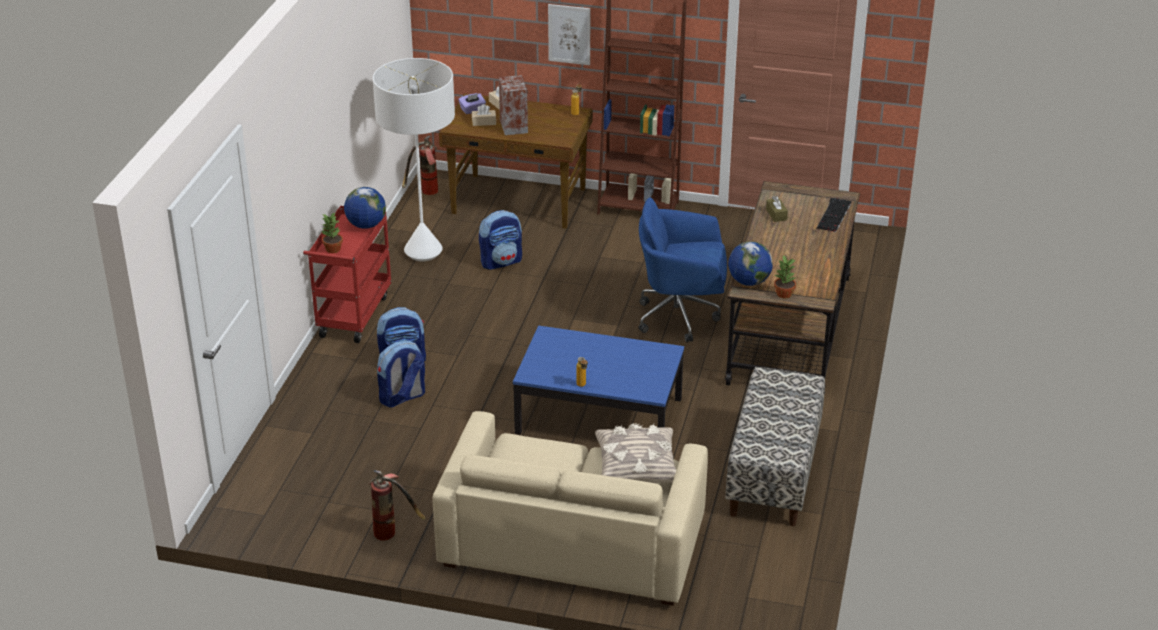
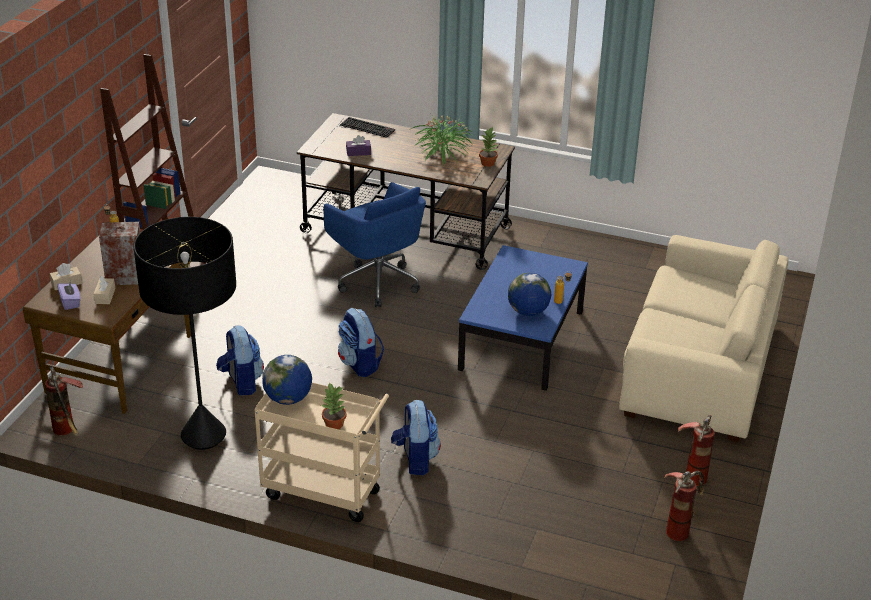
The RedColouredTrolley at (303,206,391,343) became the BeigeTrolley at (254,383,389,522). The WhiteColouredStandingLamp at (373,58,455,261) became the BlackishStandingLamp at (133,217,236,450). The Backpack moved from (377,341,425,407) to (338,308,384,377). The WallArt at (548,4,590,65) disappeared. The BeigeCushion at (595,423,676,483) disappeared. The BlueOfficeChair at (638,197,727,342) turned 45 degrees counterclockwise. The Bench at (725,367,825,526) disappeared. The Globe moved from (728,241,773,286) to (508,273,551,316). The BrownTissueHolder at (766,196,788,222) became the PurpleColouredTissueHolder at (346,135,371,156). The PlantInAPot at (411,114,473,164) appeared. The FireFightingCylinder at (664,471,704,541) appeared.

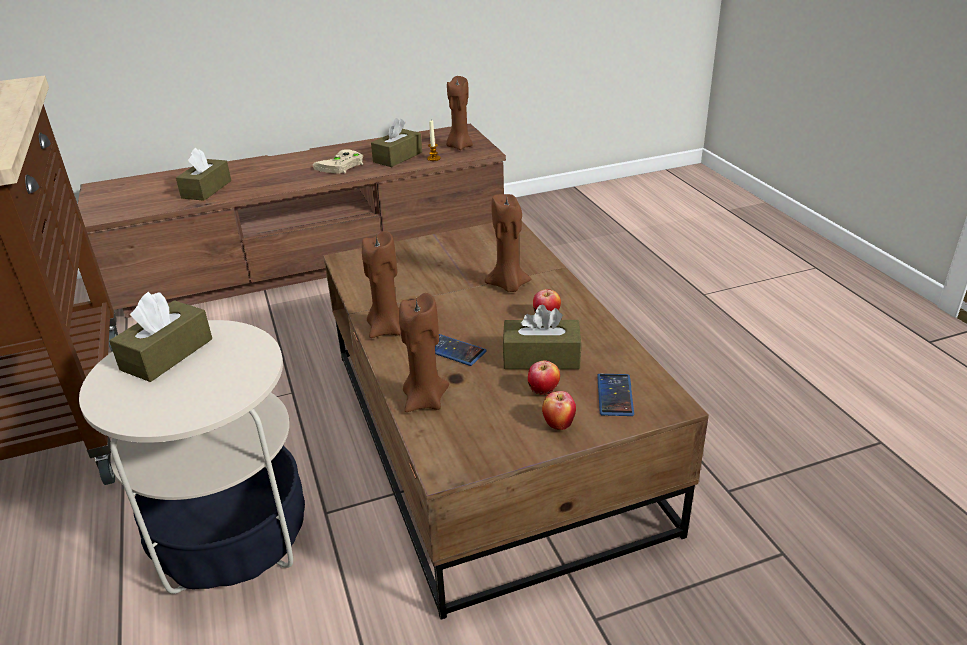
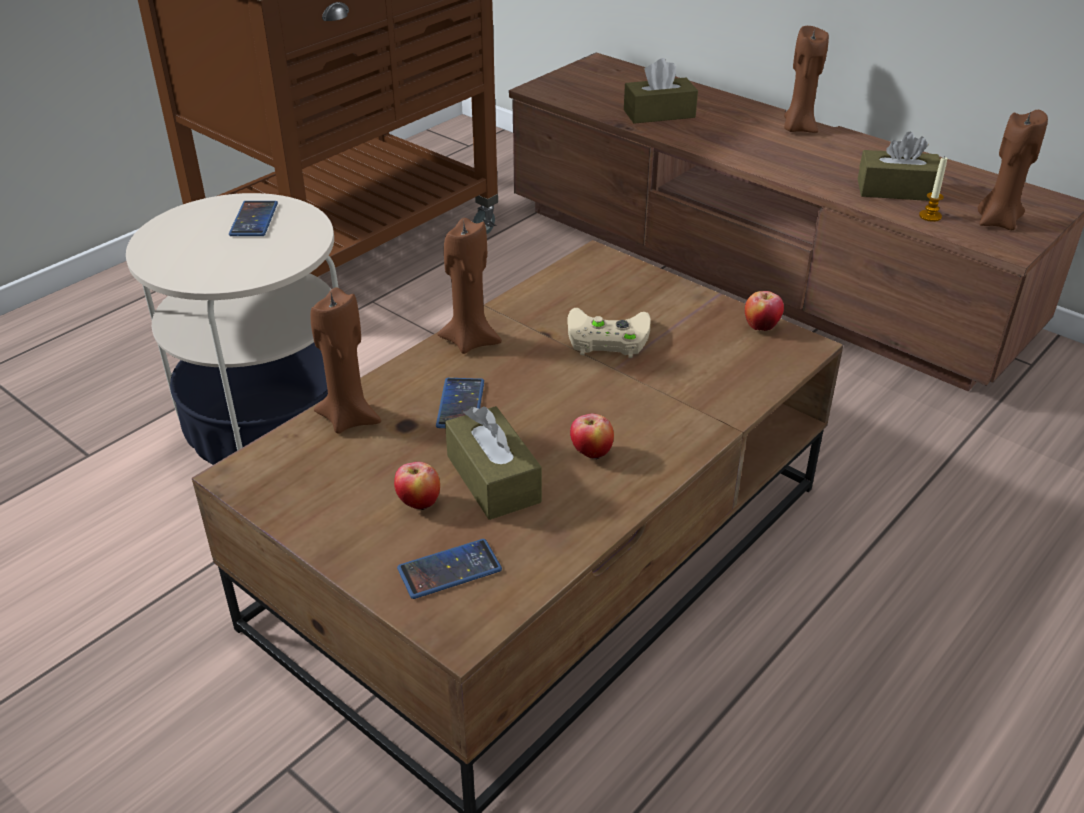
The BrownTissueHolder at (109,292,212,382) was replaced by the Phone at (229,201,278,236). The BeigeGamepad moved from (313,149,363,174) to (567,308,651,358). The BrownCandle moved from (485,194,531,292) to (784,26,829,133). The Apple moved from (542,391,576,430) to (745,291,784,331).

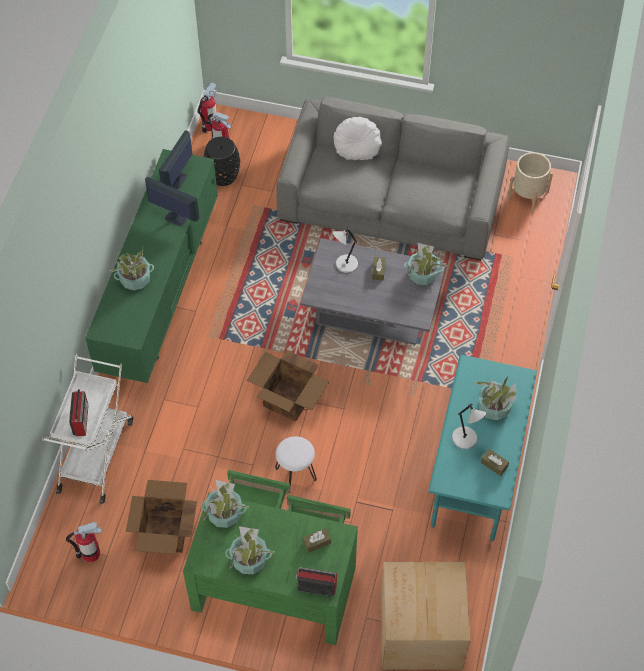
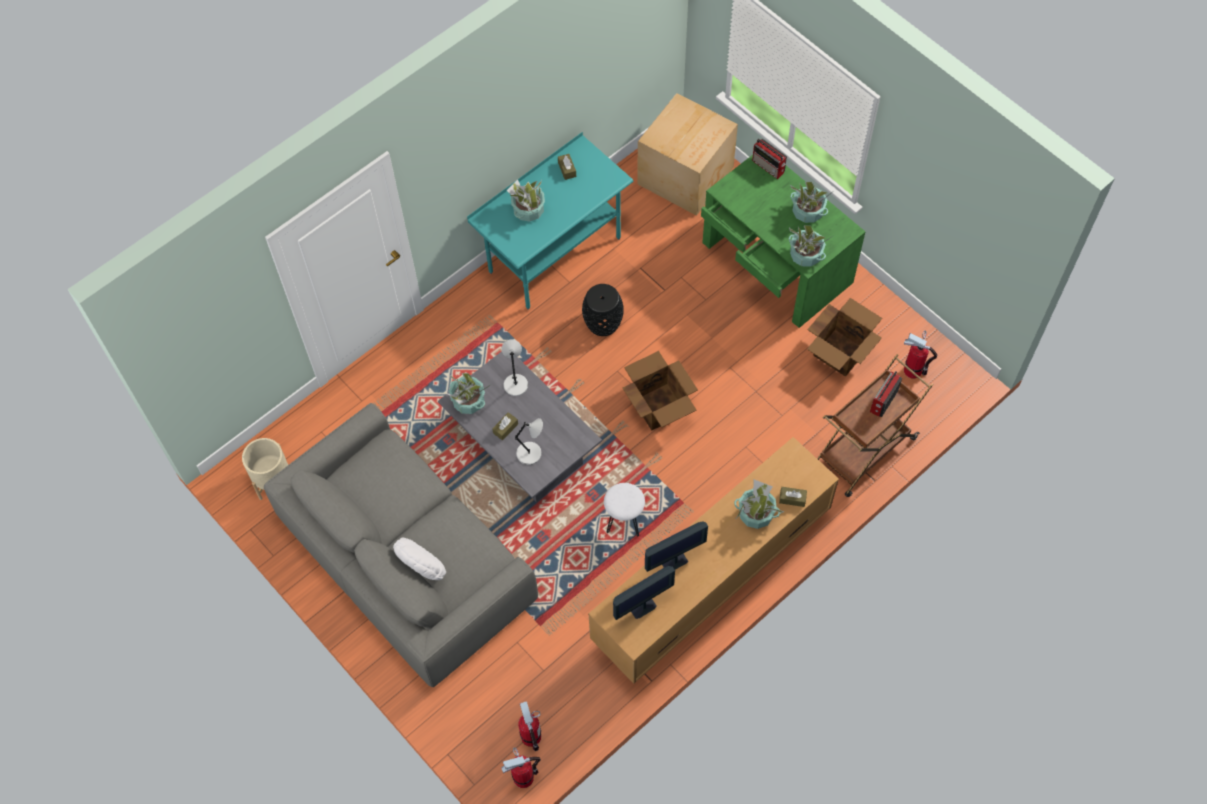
The WhiteColouredTrolley at (42,353,133,505) became the BrownTrolley at (817,354,933,497). The GreenCupboard at (85,149,218,383) became the BrownCupboard at (588,437,839,684). The ComputerScreen at (145,177,199,226) turned 90 degrees counterclockwise. The BlackishStool moved from (204,137,240,186) to (582,284,624,336). The WhiteColouredStool moved from (275,436,317,492) to (604,483,645,536). The BrownTissueHolder moved from (303,528,331,553) to (779,487,807,507). The GrayTableLamp moved from (452,403,486,449) to (501,339,528,396).

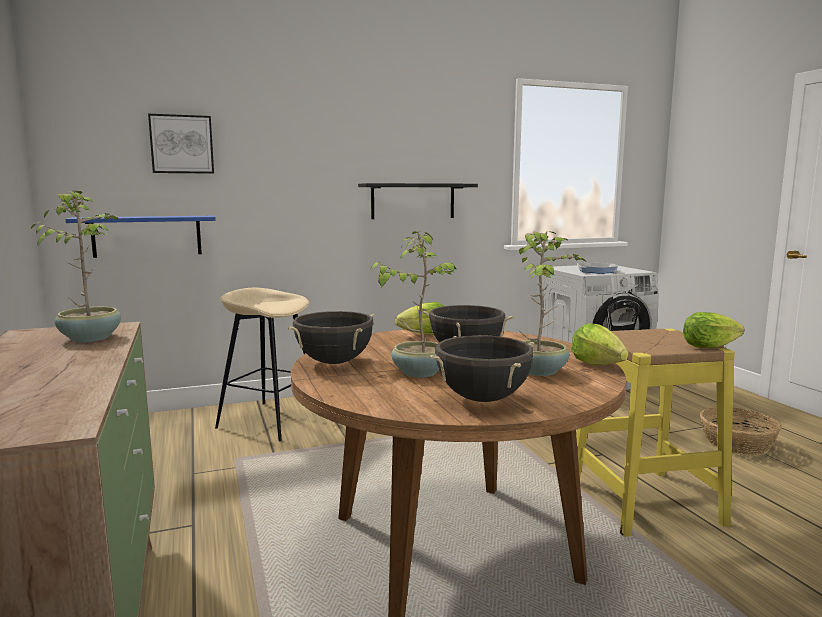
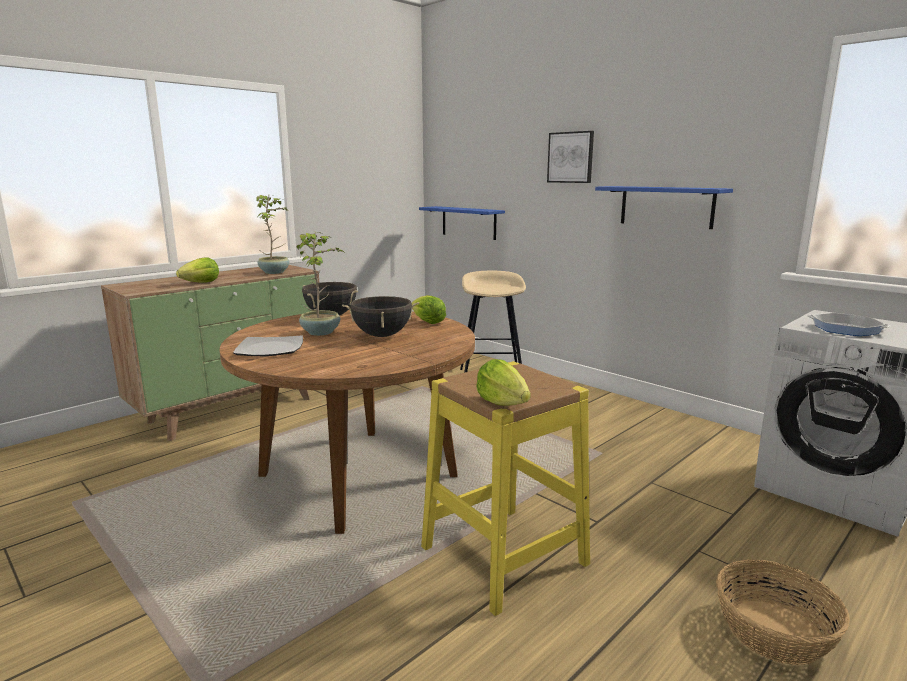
The WallArt moved from (148,114,214,174) to (547,131,594,183). The BlackishShelf at (358,183,478,219) became the BlueShelf at (595,186,733,229). The BlackishSaucepot at (430,335,534,402) was replaced by the DinnerPlate at (233,335,303,356). The PlantInAPot at (517,231,585,376) disappeared. The HeadOfLettuce moved from (571,323,629,365) to (176,257,219,283).

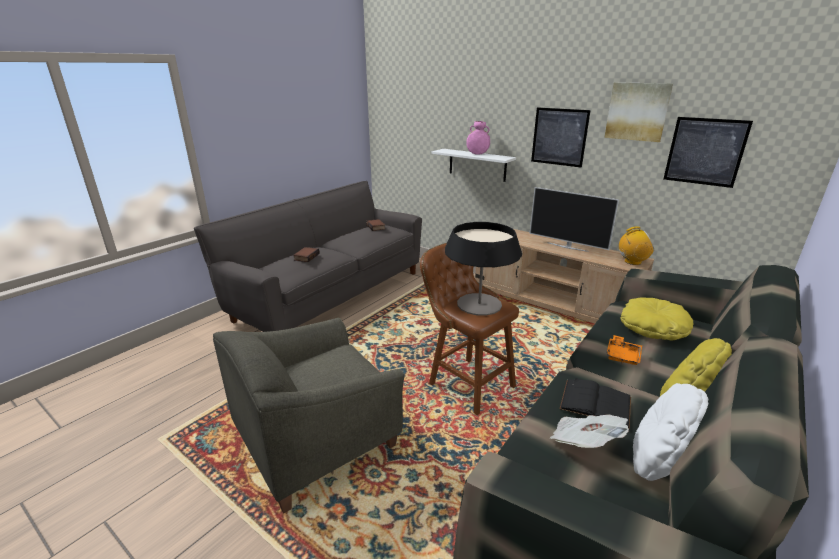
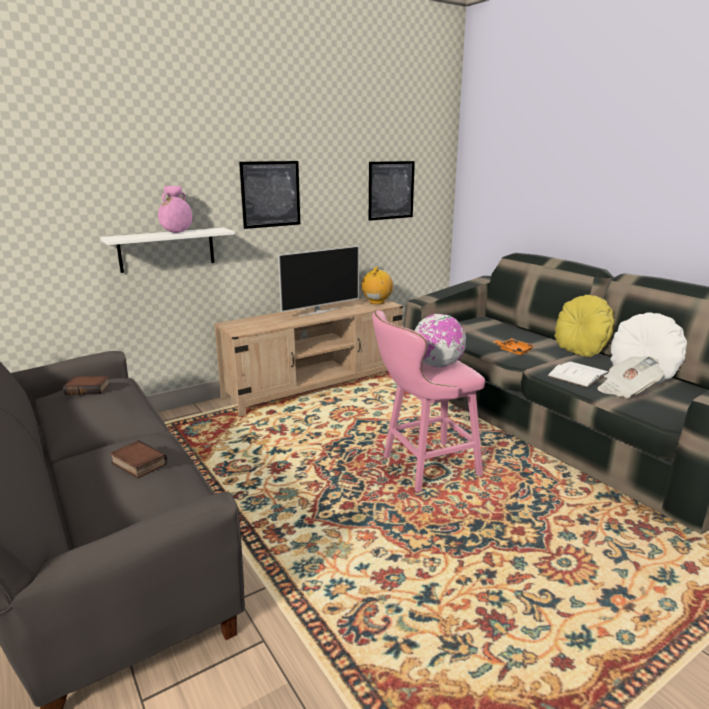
The GrayEasyChair at (213,318,404,513) disappeared. The BrownStool at (420,243,519,415) became the PinkishStool at (372,310,485,492). The TableLamp at (445,222,522,316) was replaced by the Globe at (414,314,466,367). The BlackishVolume at (560,378,631,429) became the WhiteColouredVolume at (547,361,609,388). The WallArt at (604,82,673,142) disappeared. The YellowColouredCushion at (620,298,693,340) disappeared.

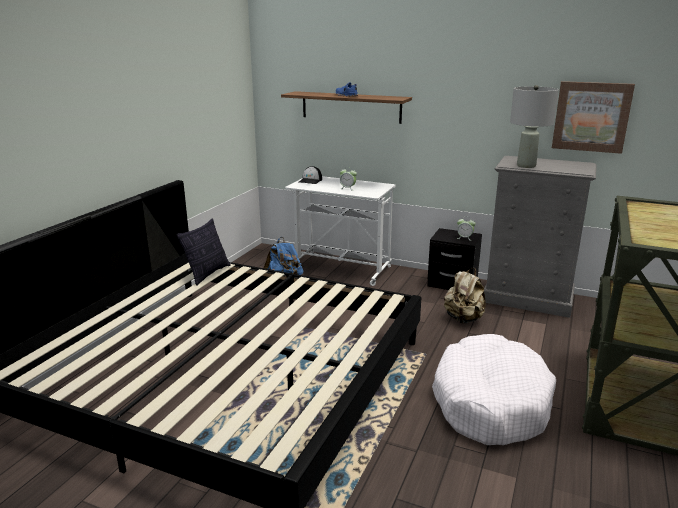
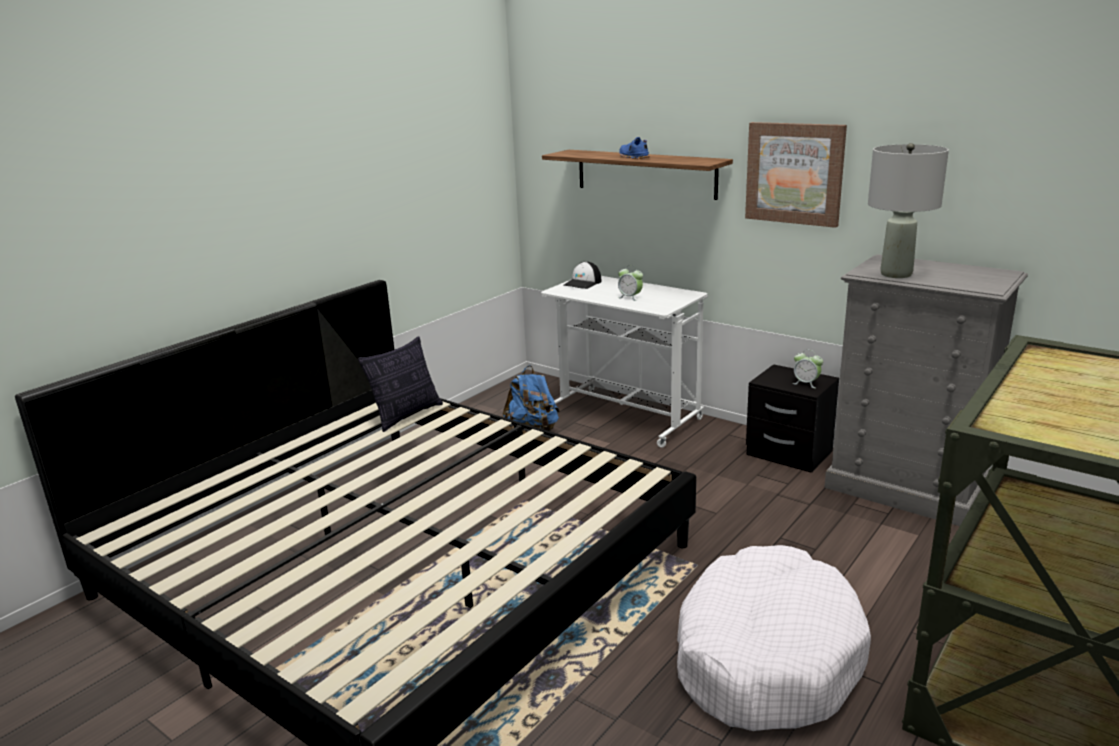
The BeigeBackpack at (444,268,486,324) disappeared. The WallArt moved from (552,81,635,154) to (745,122,847,228).

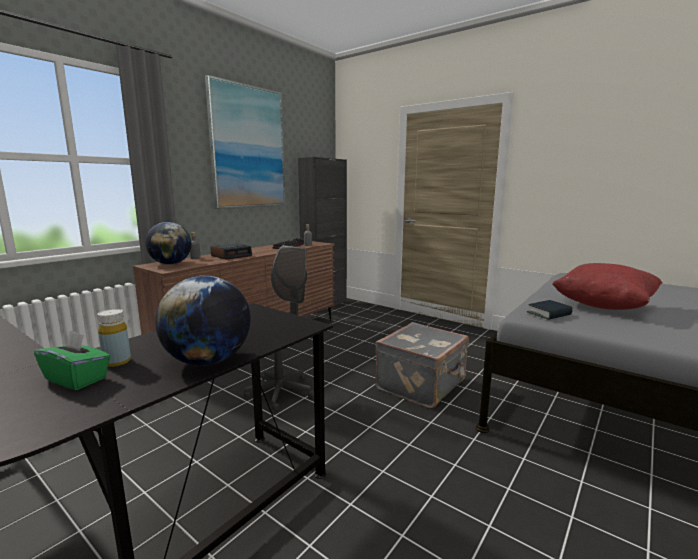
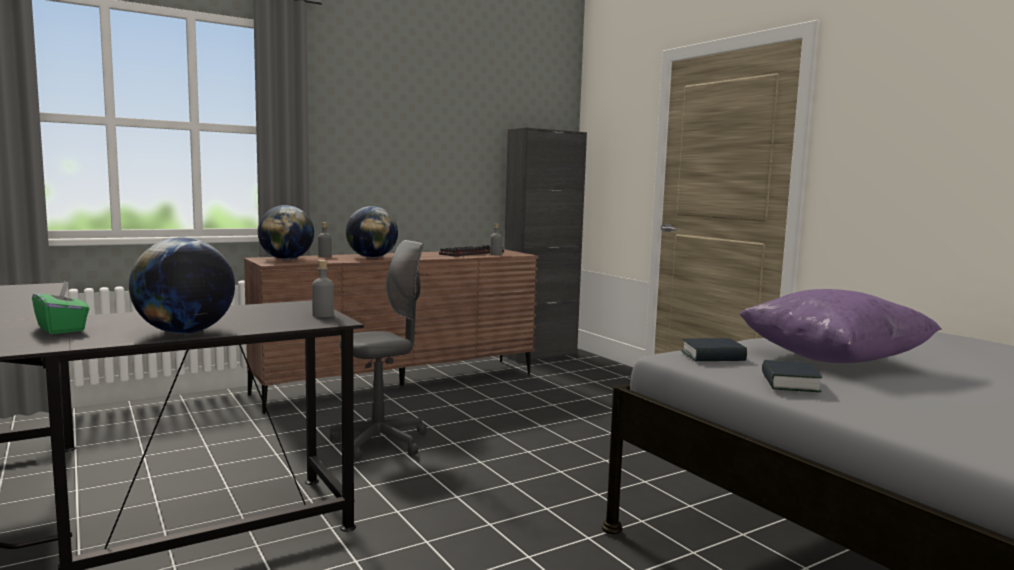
The YellowColouredBeverageBottle at (97,309,131,367) disappeared. The WallArt at (205,75,286,209) disappeared. The TableClock at (210,244,252,260) was replaced by the Globe at (346,206,398,258). The GrayPieceOfLuggage at (375,322,469,408) disappeared. The RedColouredCushion at (552,263,663,310) became the PurpleColouredCushion at (739,289,942,363). The GrayBeverageBottle at (312,260,334,317) appeared. The Volume at (762,360,822,392) appeared.

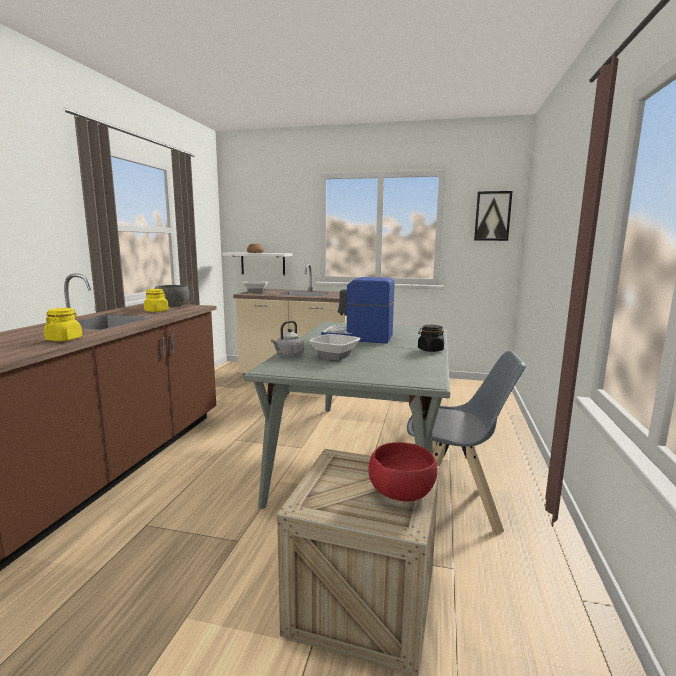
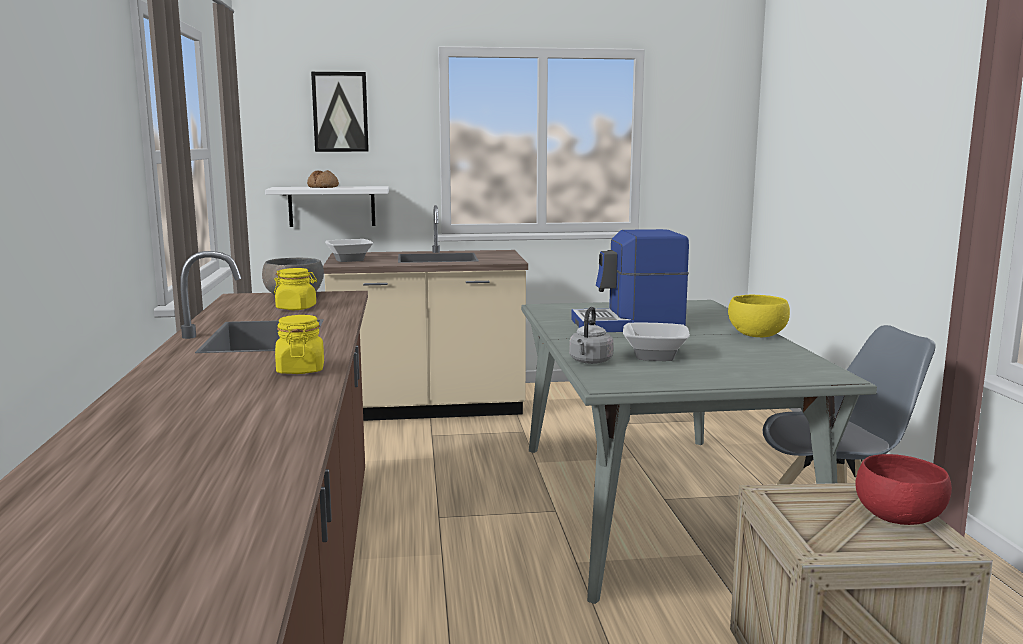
The BlackishJar at (418,325,444,352) was replaced by the YellowColouredDeepDish at (728,295,790,337). The WallArt moved from (474,191,513,241) to (311,72,369,152).

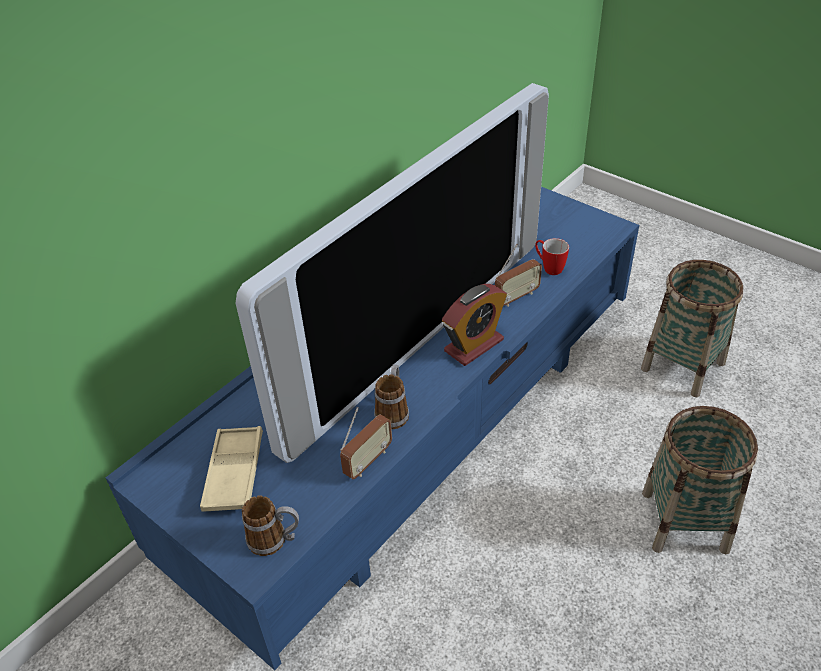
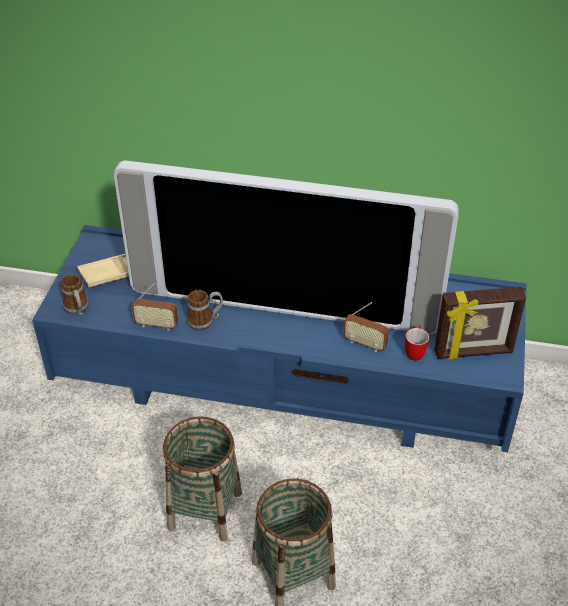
The TableClock at (442,284,507,366) disappeared. The Basket moved from (641,260,744,397) to (163,416,242,542). The PictureFrame at (434,287,526,359) appeared.

